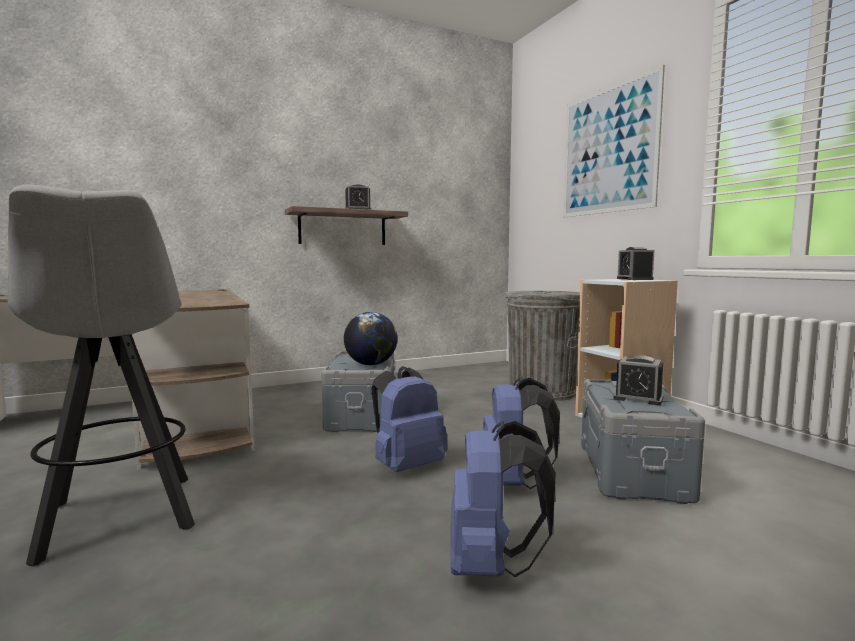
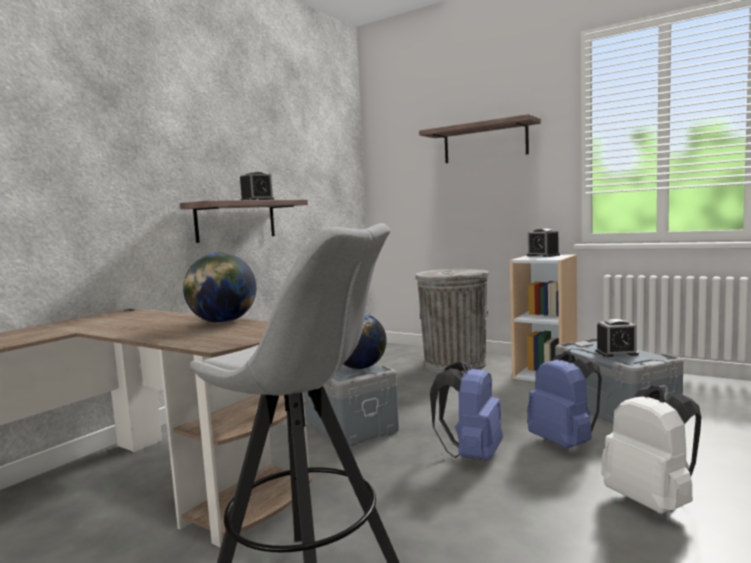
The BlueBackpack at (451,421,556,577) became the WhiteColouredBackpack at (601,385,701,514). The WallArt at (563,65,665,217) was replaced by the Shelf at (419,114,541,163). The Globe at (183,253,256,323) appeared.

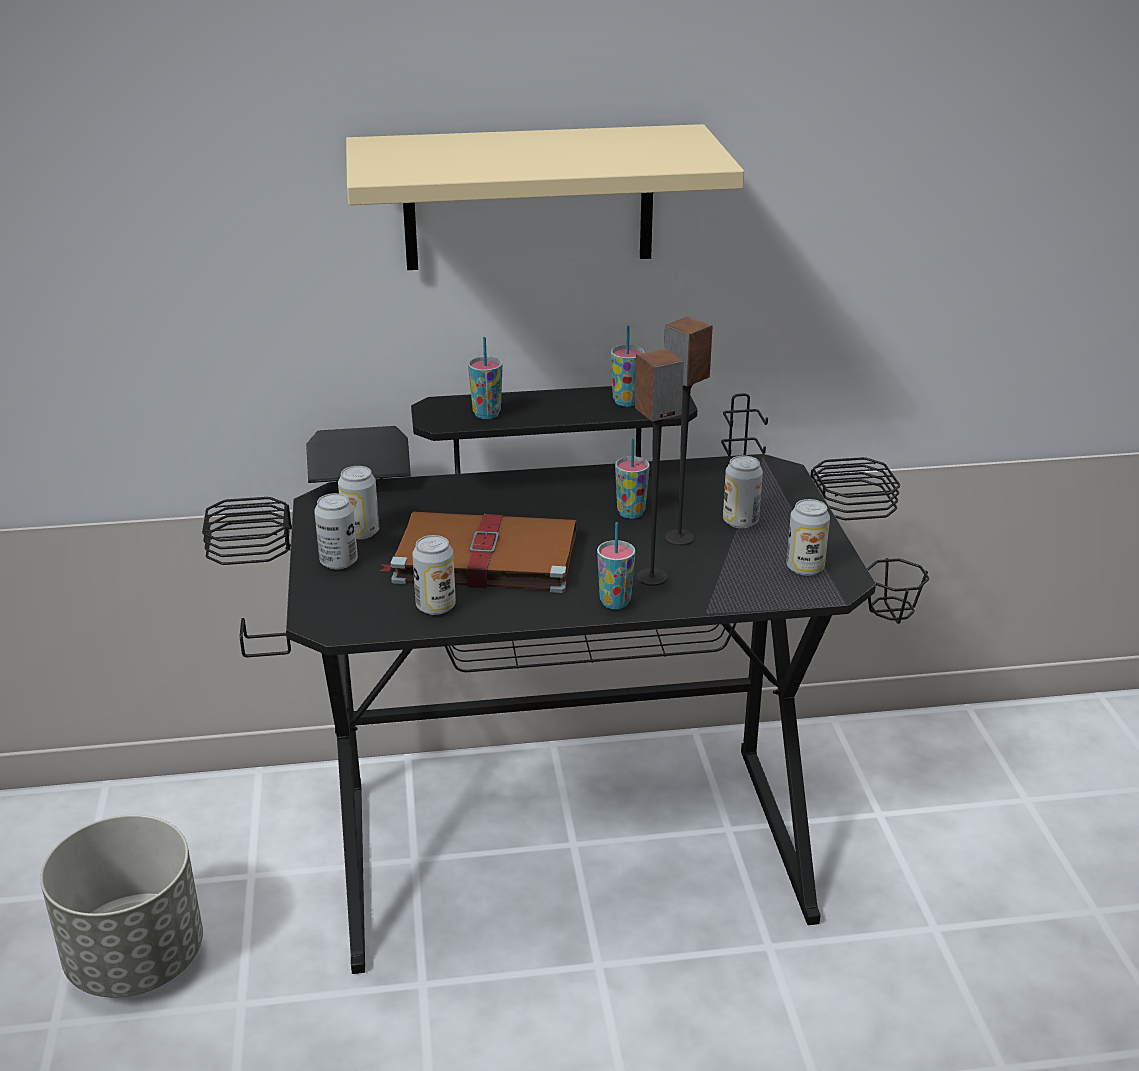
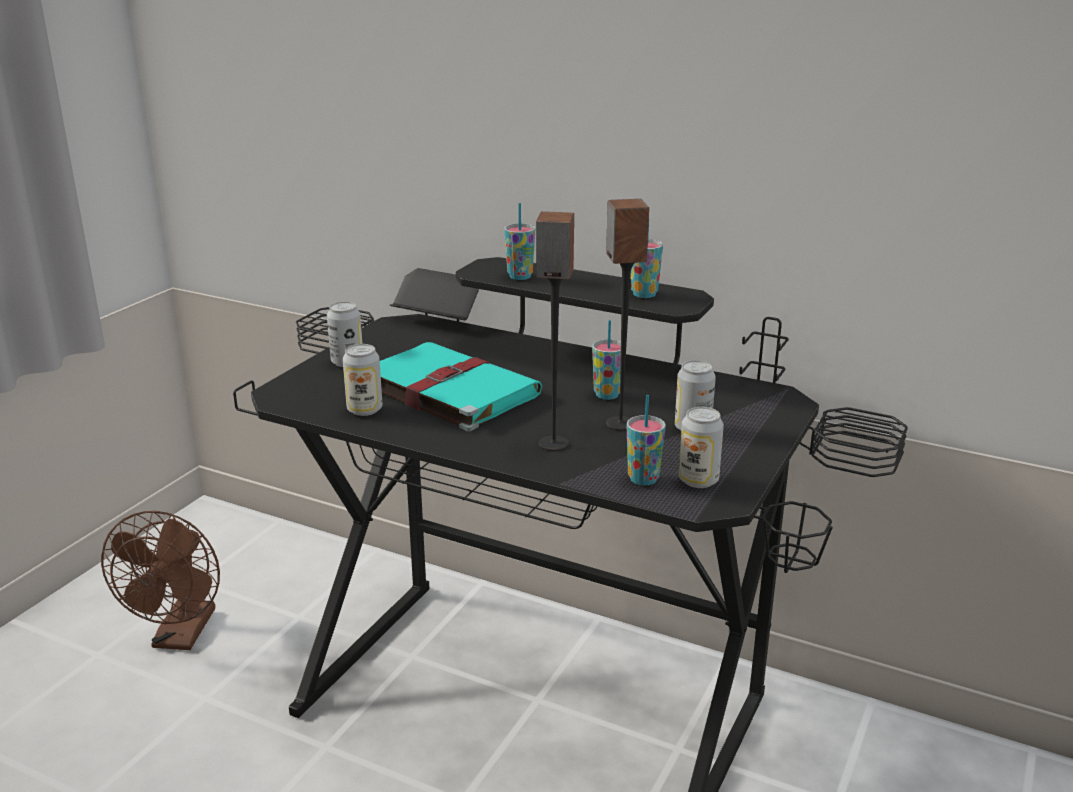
The GrayPlantPot at (40,815,203,997) was replaced by the BrownElectricFan at (101,511,220,650). The MetalCan at (338,466,379,539) disappeared. The BeigeShelf at (346,124,744,270) disappeared. The BrownVolume at (379,511,577,593) became the BlueGreenVolume at (380,342,542,431). The SmallCup moved from (597,522,635,609) to (627,395,666,486).

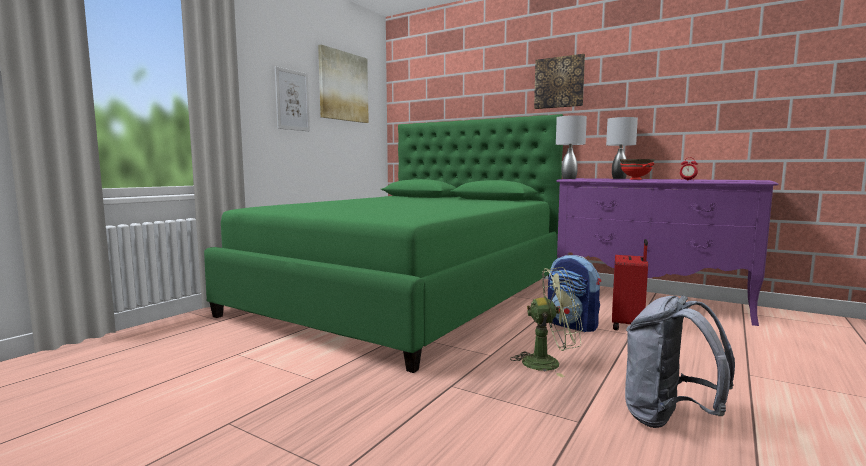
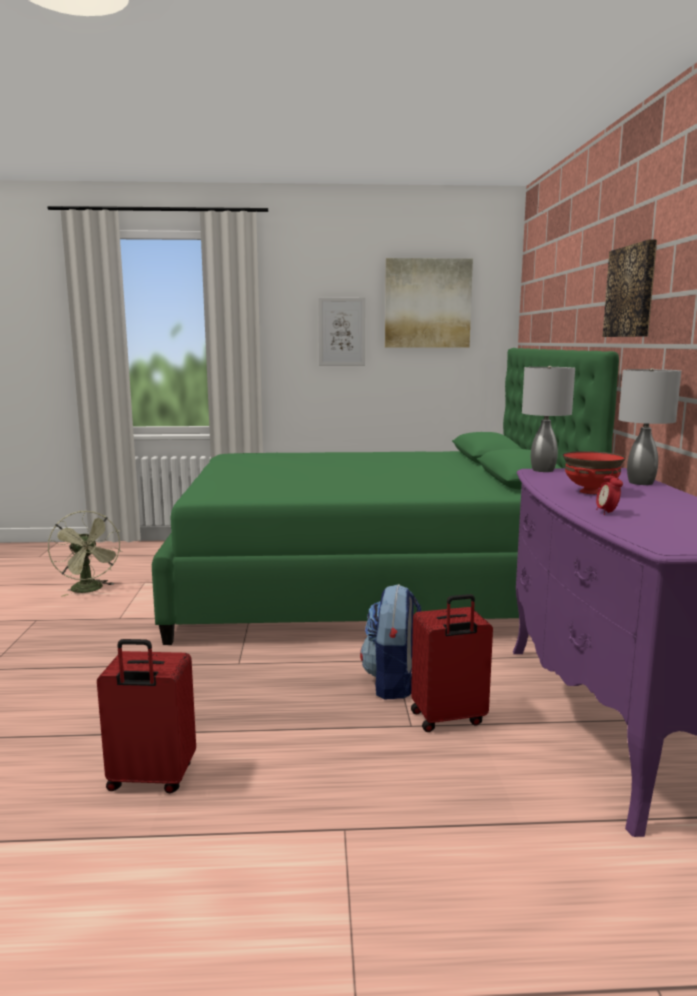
The GreenElectricFan moved from (510,267,583,377) to (48,511,122,597). The GrayBackpack at (625,295,735,428) was replaced by the RedColouredPieceOfLuggage at (97,639,196,794).

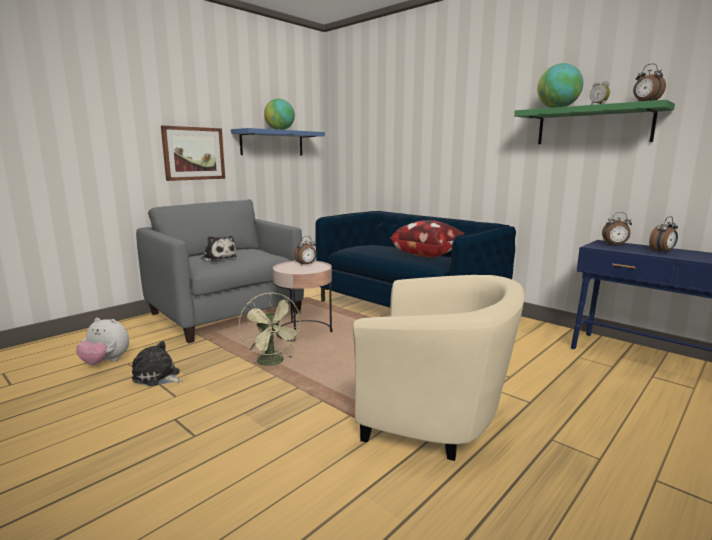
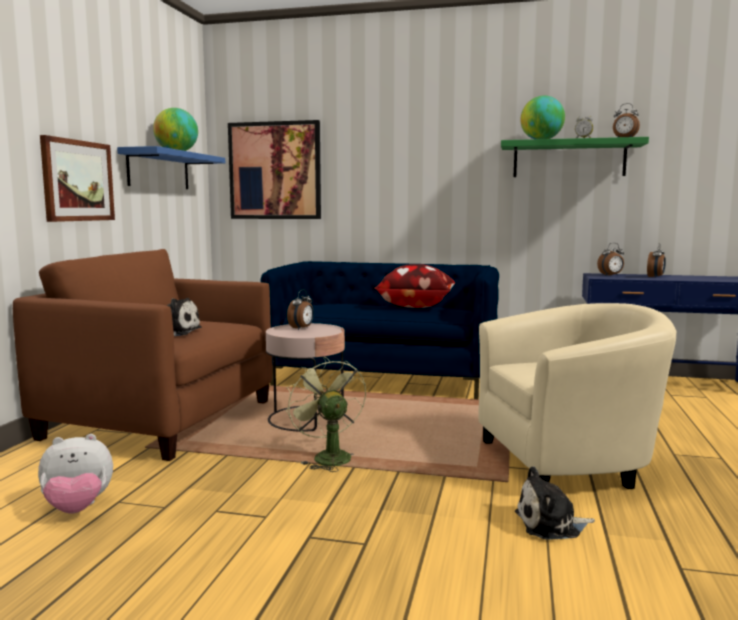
The SoftToy moved from (132,341,182,386) to (515,466,595,540). The GrayEasyChair at (136,199,304,343) became the BrownEasyChair at (13,249,272,461). The GreenElectricFan at (238,292,303,370) turned 150 degrees counterclockwise. The WallArt at (228,120,321,219) appeared.

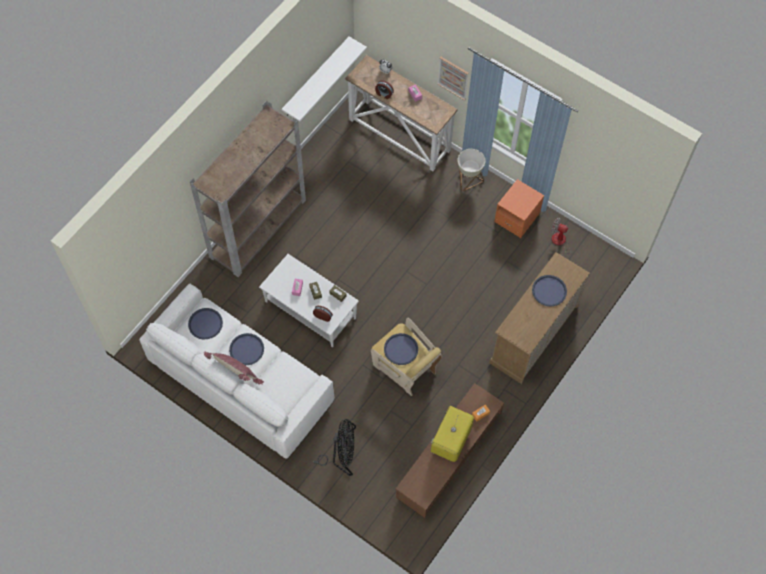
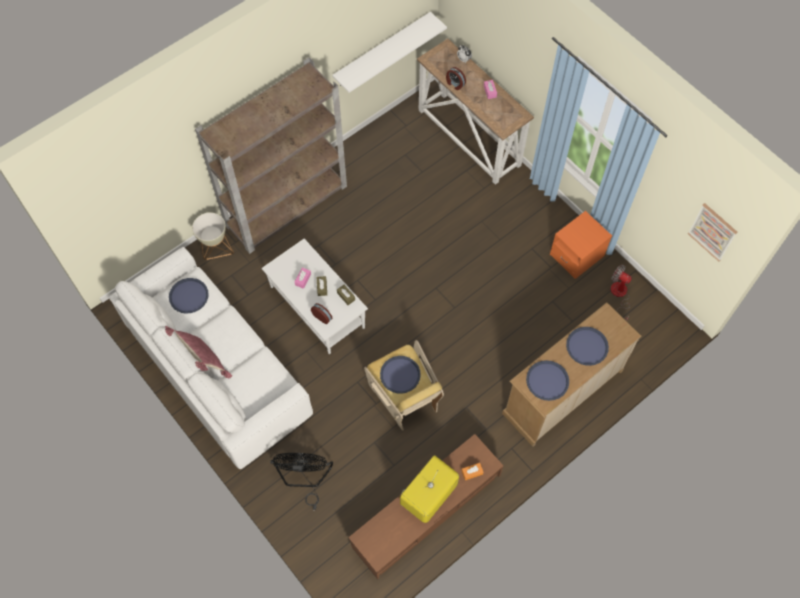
The BlueTray moved from (229,333,264,365) to (526,360,569,401). The BlackishElectricFan at (314,419,356,476) turned 105 degrees counterclockwise. The WallArt moved from (437,57,469,100) to (688,203,737,262). The PlantPot moved from (457,149,485,191) to (192,213,234,260).

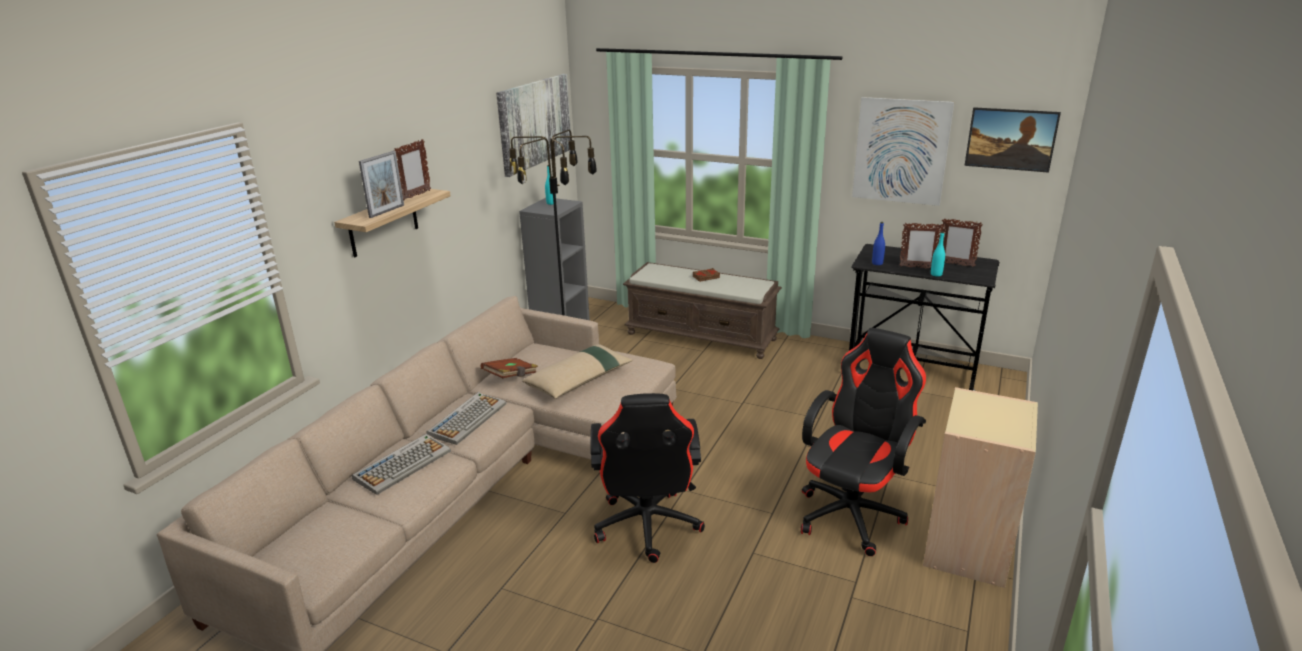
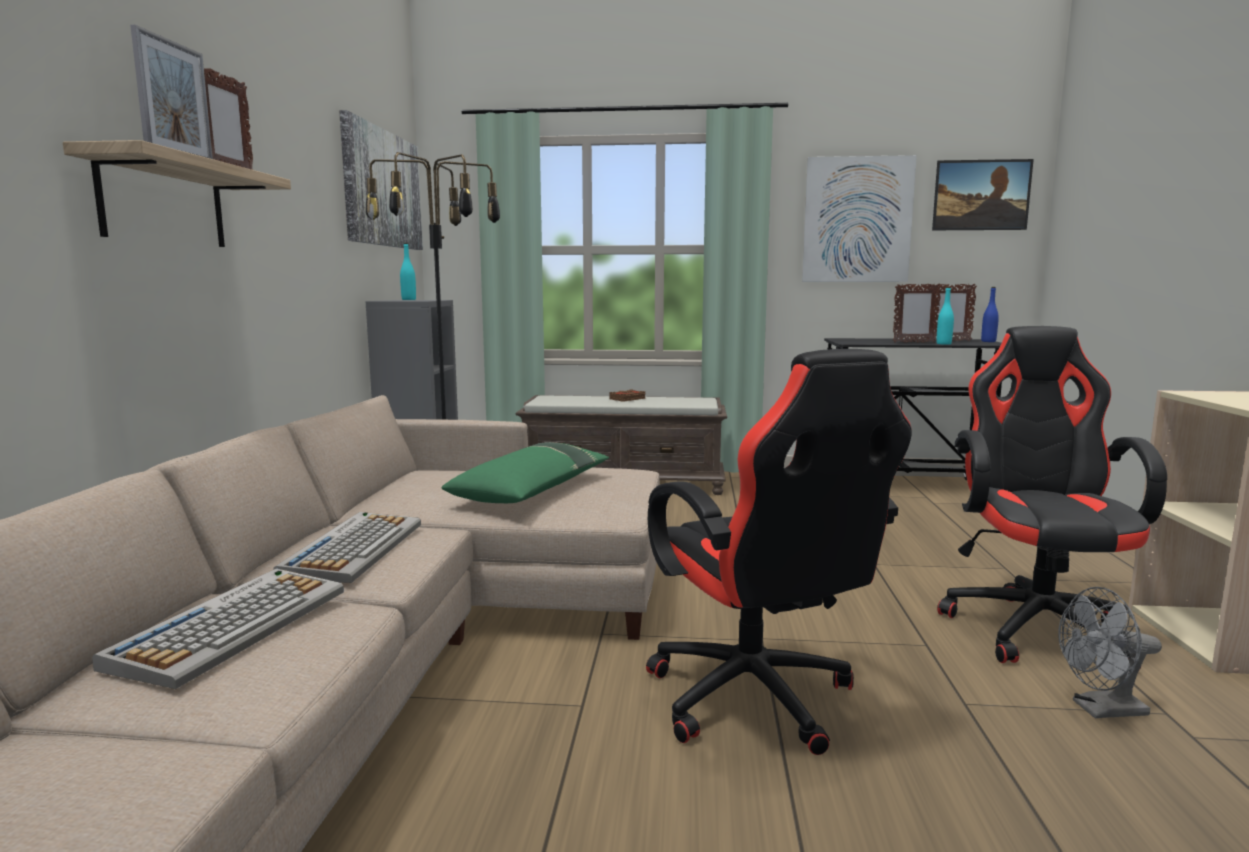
The BrownVolume at (481,358,538,378) disappeared. The BeigeCushion at (522,344,633,399) became the GreenCushion at (442,442,609,503). The BlueBeverageBottle moved from (872,222,885,265) to (981,287,999,342). The GrayElectricFan at (1058,587,1162,718) appeared.

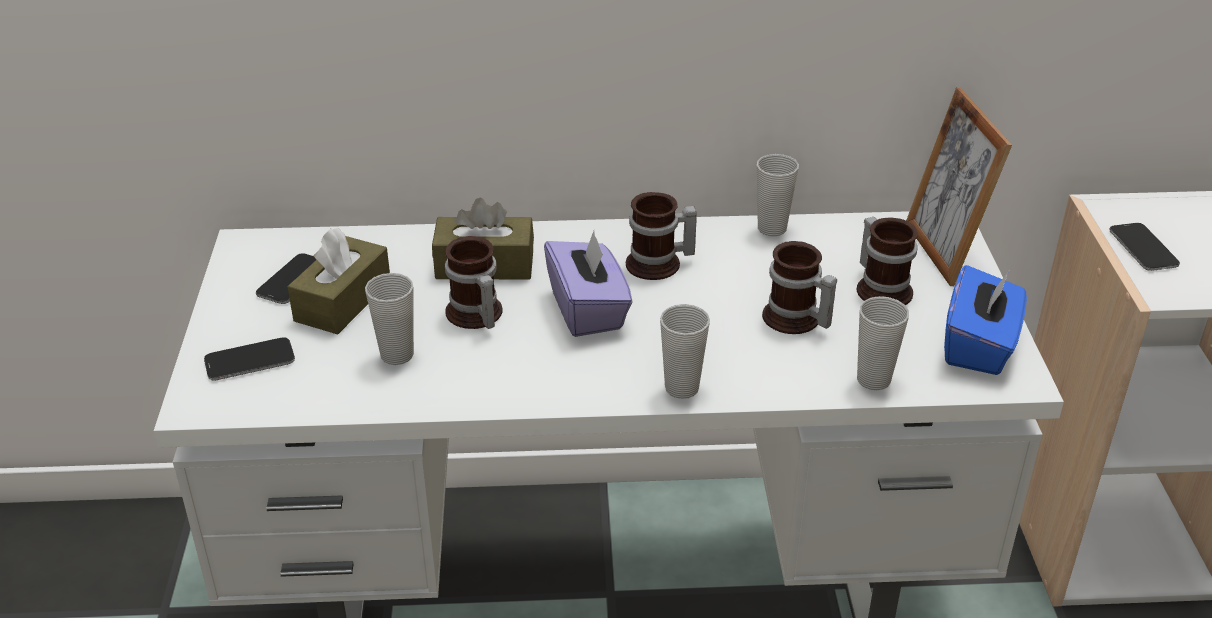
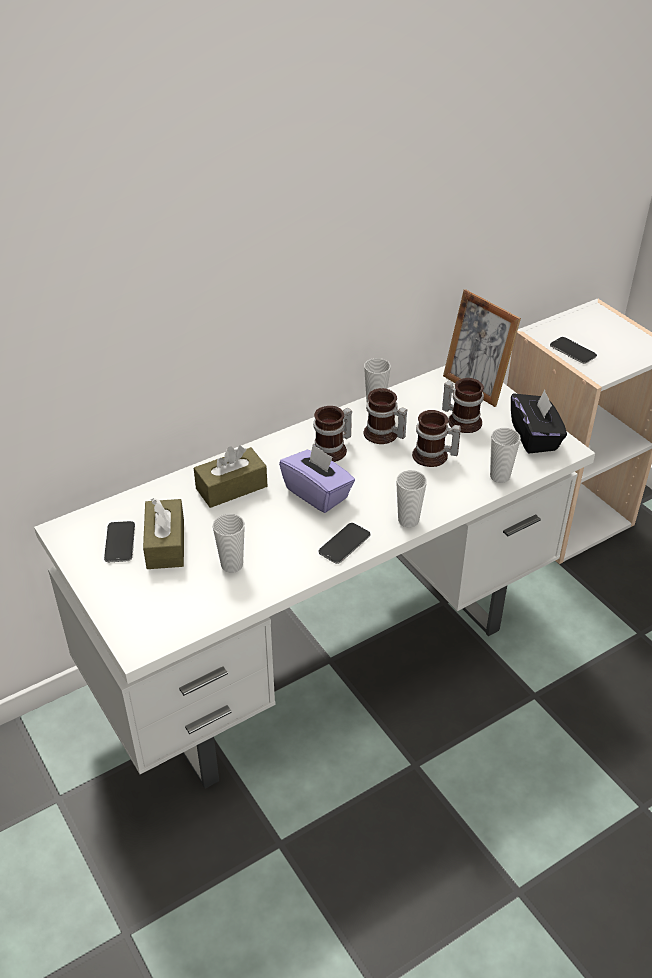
The Phone moved from (204,337,295,381) to (318,523,371,564). The Mug moved from (445,236,503,329) to (364,388,407,444). The BlueTissueHolder at (944,265,1027,375) became the BlackishTissueHolder at (511,390,567,453).

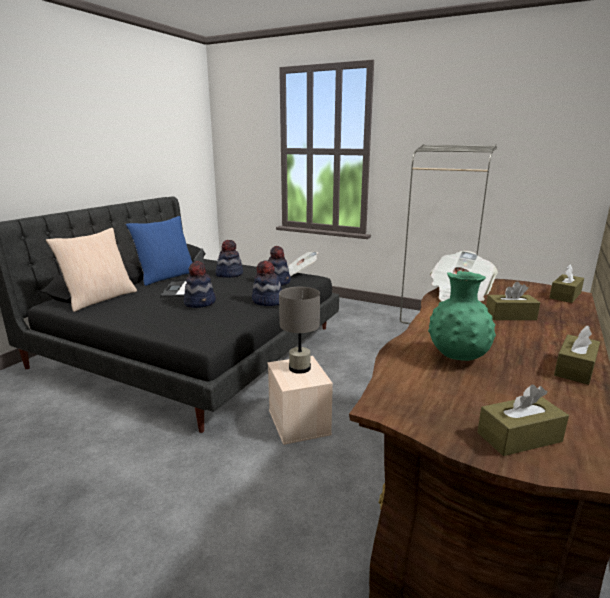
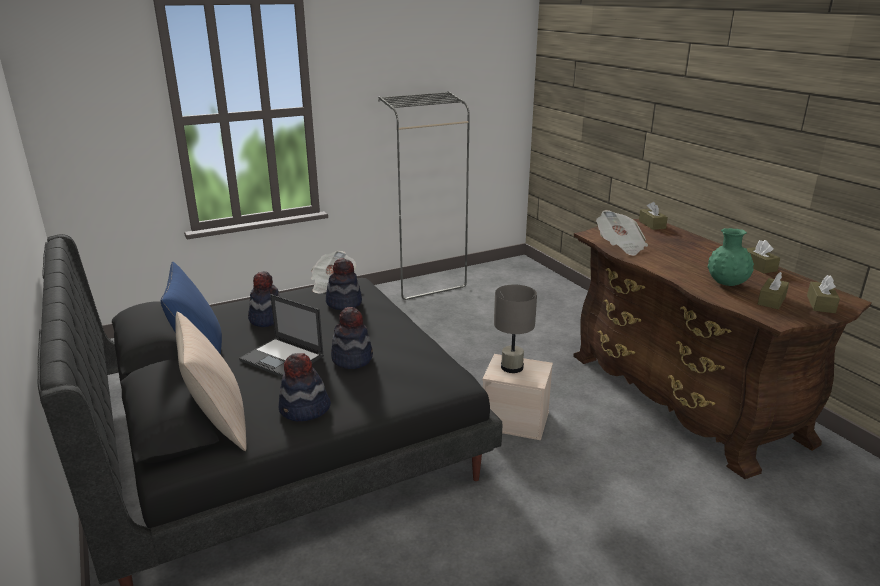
The Hat moved from (252,260,282,306) to (279,353,331,422). The BrownTissueHolder moved from (486,282,540,320) to (758,272,789,309).

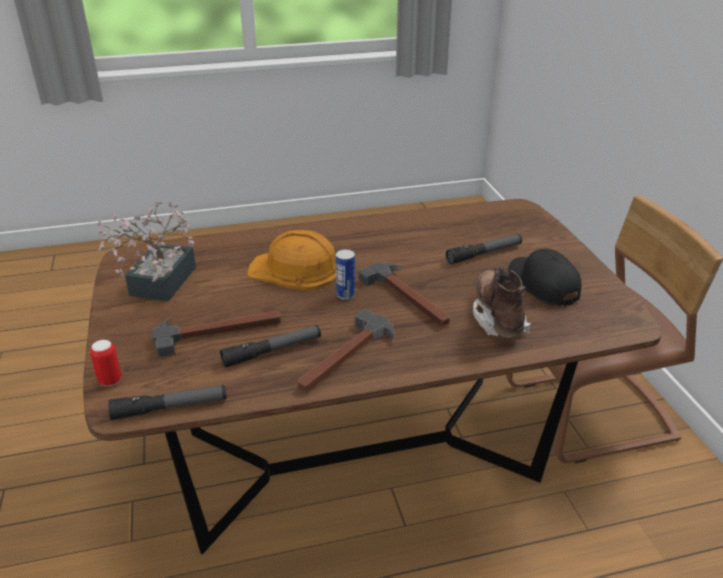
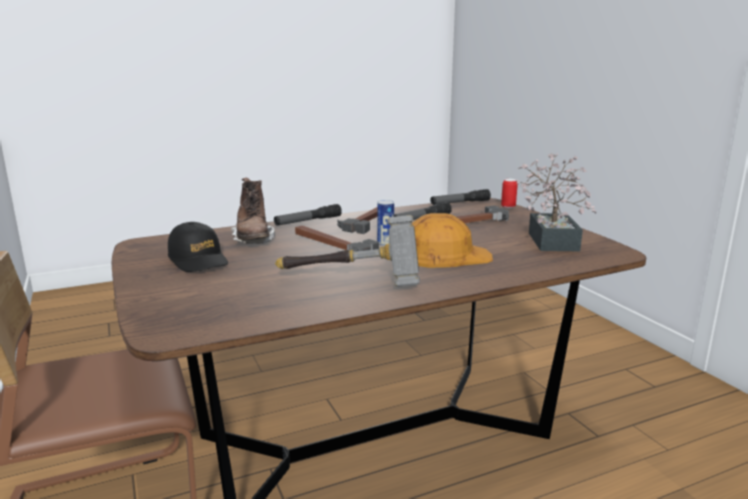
The Flashlight moved from (446,234,522,264) to (274,204,342,226). The HandHammer at (275,215,420,287) appeared.

